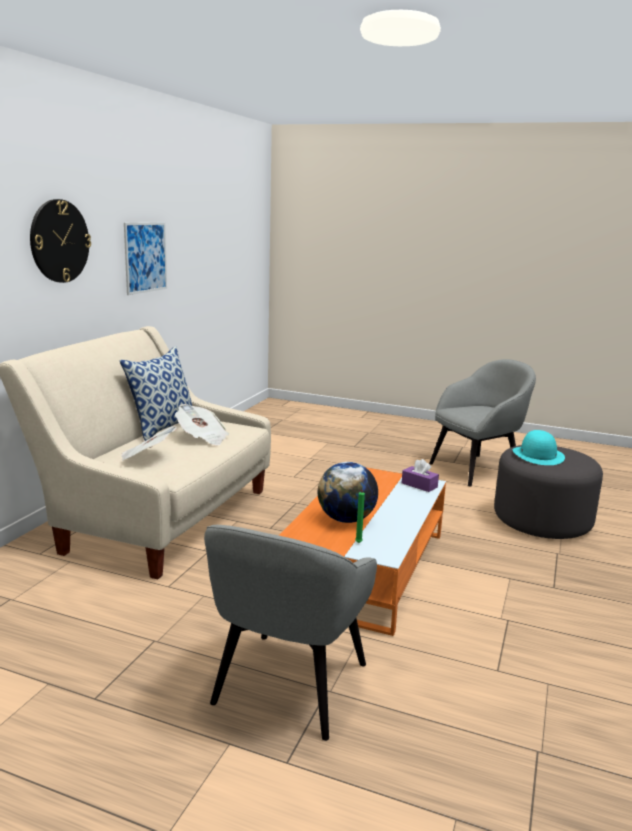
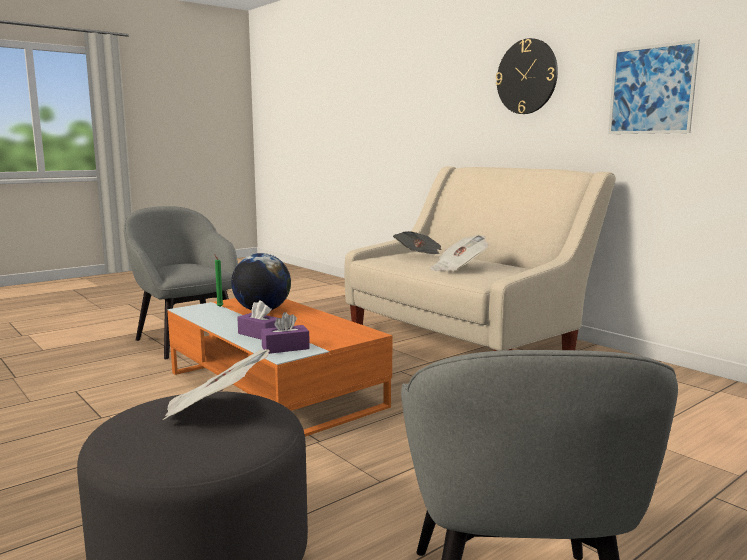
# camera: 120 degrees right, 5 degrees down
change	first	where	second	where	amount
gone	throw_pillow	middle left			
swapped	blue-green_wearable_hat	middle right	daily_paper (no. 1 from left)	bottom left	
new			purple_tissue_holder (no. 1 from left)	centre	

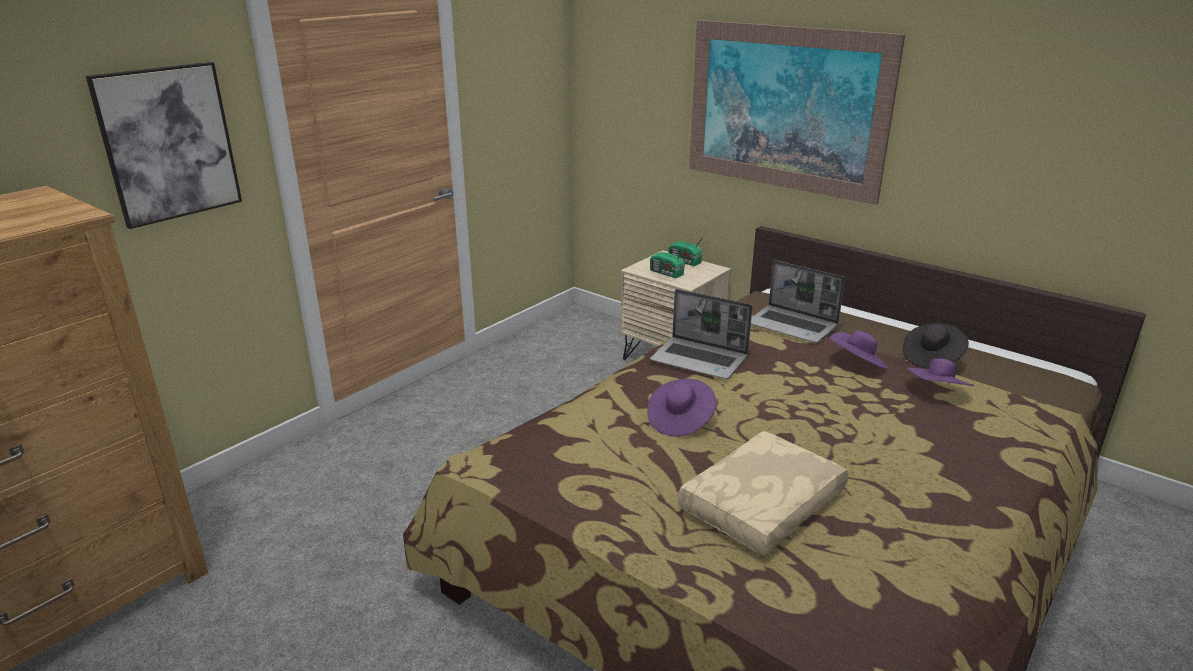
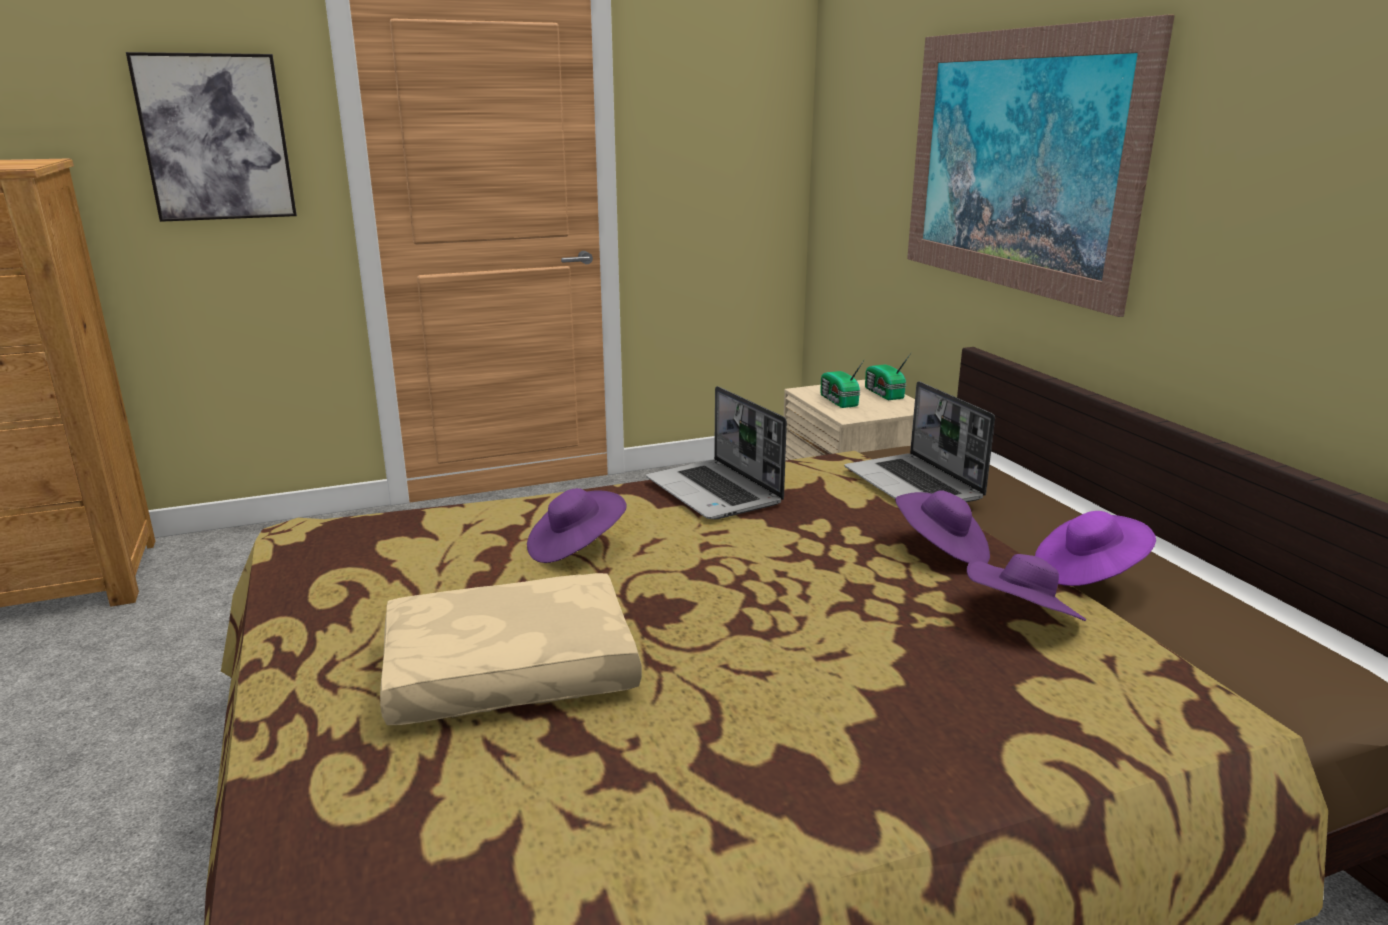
# camera: 30 degrees right, 5 degrees down
change	first	where	second	where	amount
repainted	black-coloured_wearable_hat	middle right	purple_wearable_hat (no. 4 from left)	middle right	

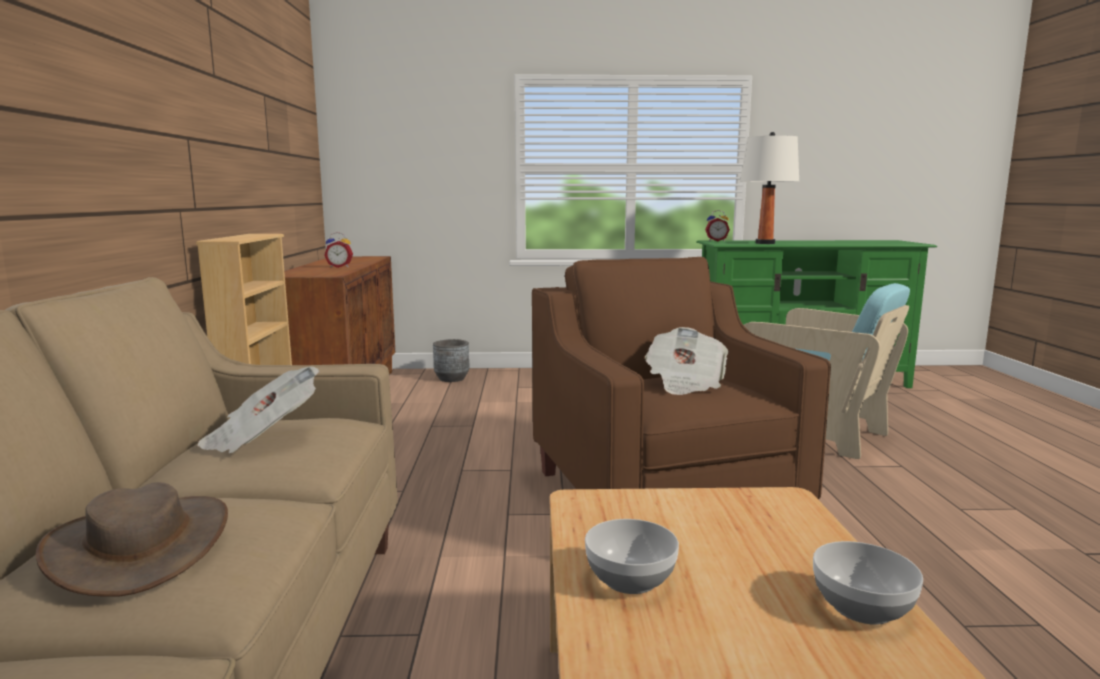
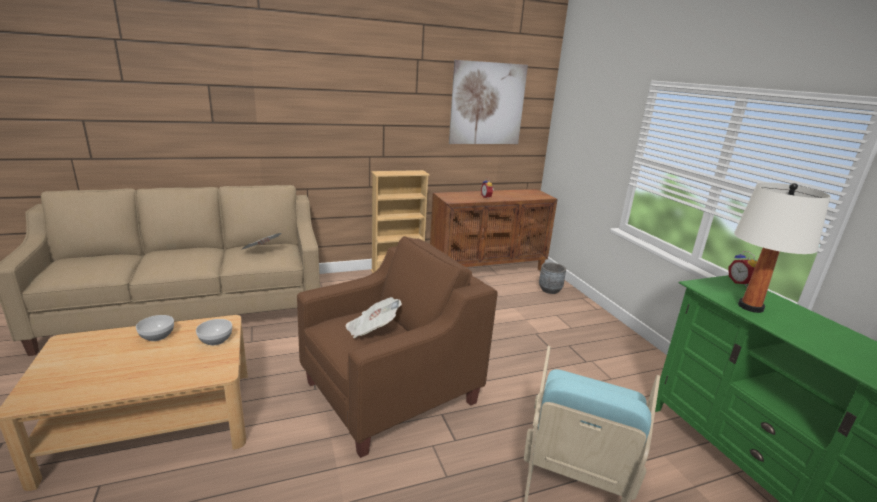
# camera: 70 degrees right, 10 degrees up
change	first	where	second	where	amount
gone	brown-coloured_wearable_hat	bottom left			
shifted	deep_dish (no. 2 from left)	bottom right		middle left	
new			wall_picture	top centre	

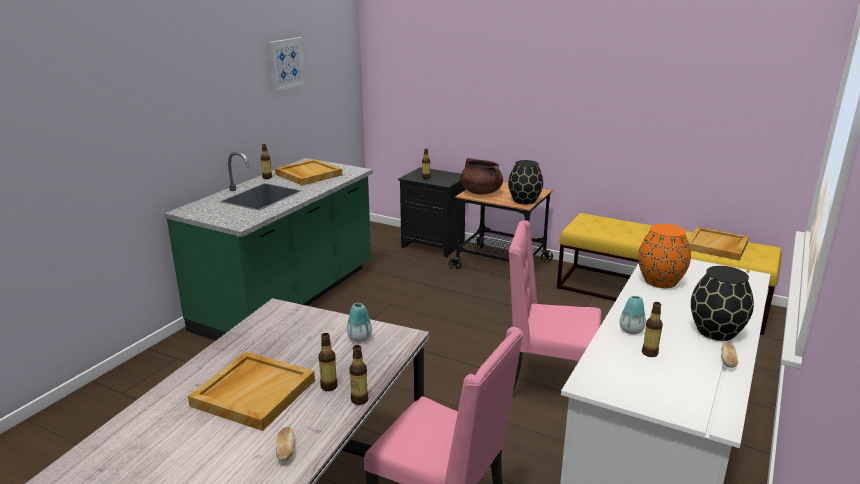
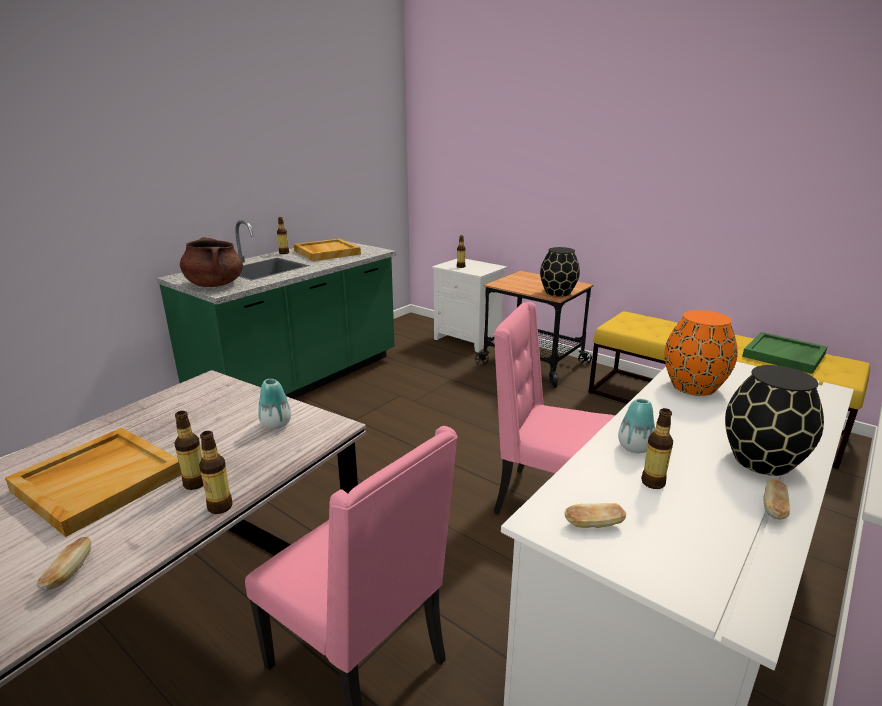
# camera: 10 degrees right, 0 degrees up
change	first	where	second	where	amount
gone	wall_picture	top centre			
repainted	black-coloured_nightstand	centre	whitish_nightstand	centre	
shifted	brown-coloured_saucepot	centre		middle left	
repainted	beige-coloured_tray (no. 3 from left)	middle right	green_tray	middle right	
new			bread (no. 2 from left)	bottom right	

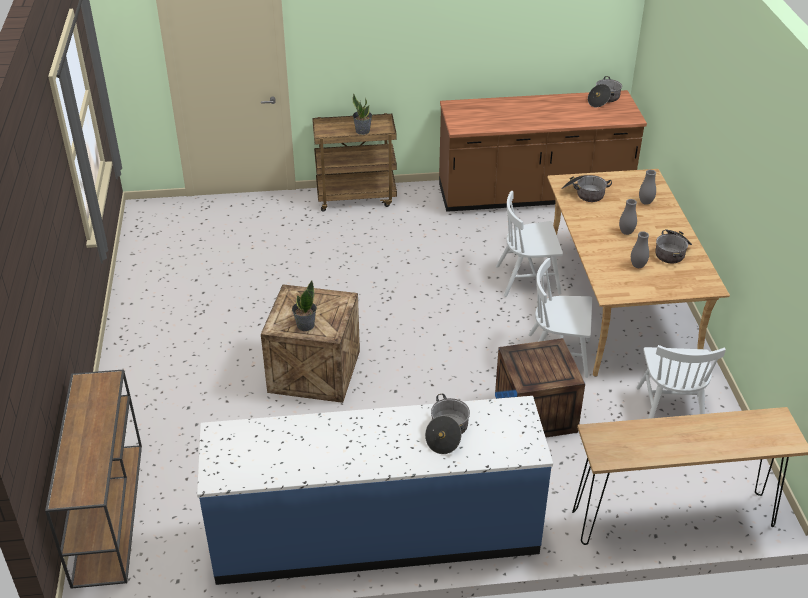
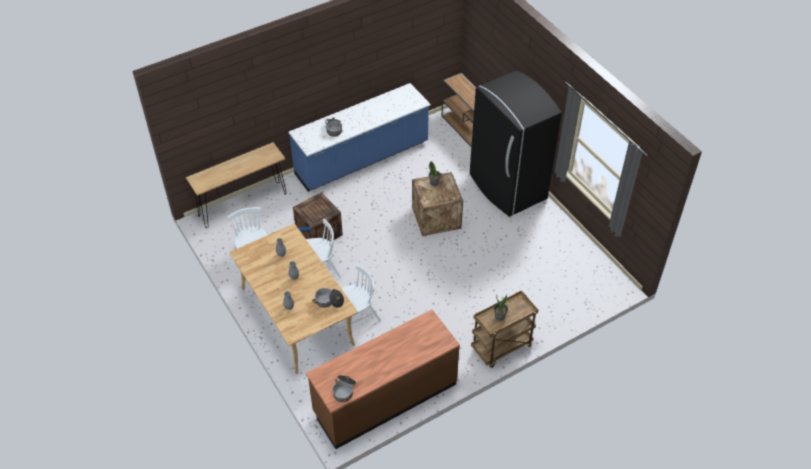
# camera: 155 degrees right, 10 degrees up
change	first	where	second	where	amount
gone	saucepot (no. 4 from left)	middle right			
new			black-coloured_kitchen_fridge	top centre	

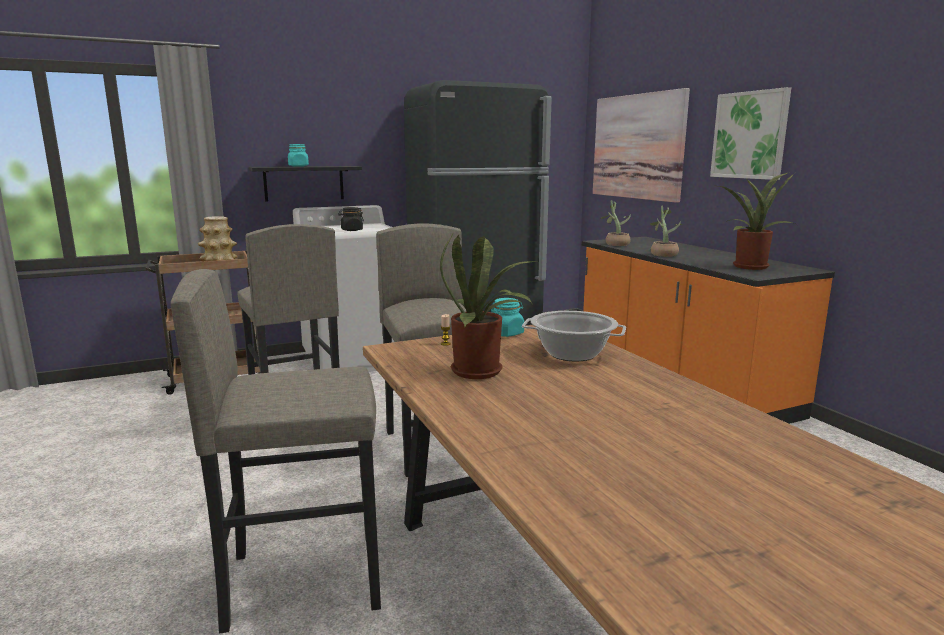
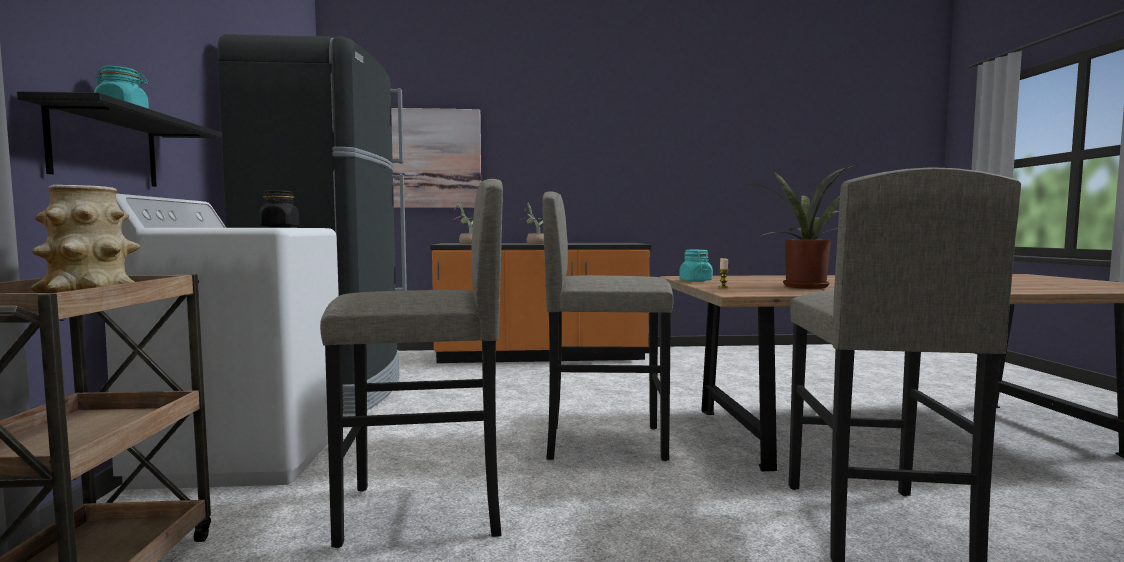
# camera: 70 degrees left, 10 degrees down
change	first	where	second	where	amount
gone	saucepot	centre			
gone	wall_picture (no. 2 from left)	top right			
gone	houseplant (no. 4 from left)	middle right			

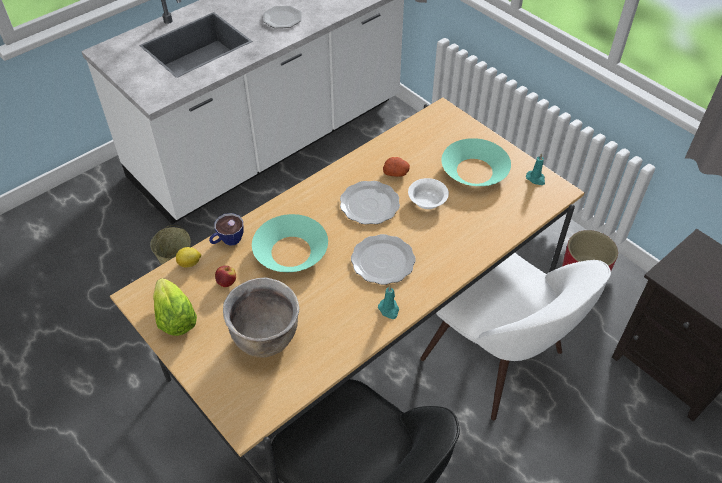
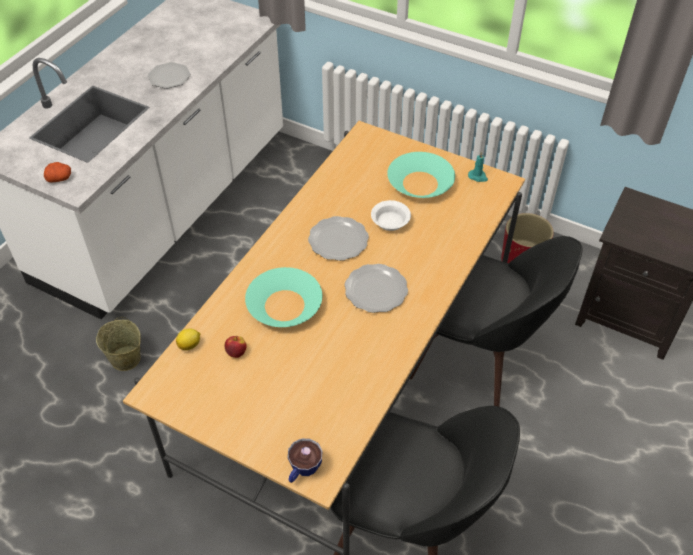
# camera: 20 degrees left, 0 degrees up
change	first	where	second	where	amount
gone	lettuce	middle left			
shifted	small_cup	middle left		bottom centre	
gone	brown-coloured_saucepot	centre			
gone	blue-green_wax_candle (no. 1 from left)	centre			
shifted	whole_potato	centre		top left	
repainted	whitish_chair	bottom right	black-coloured_chair (no. 2 from left)	middle right	

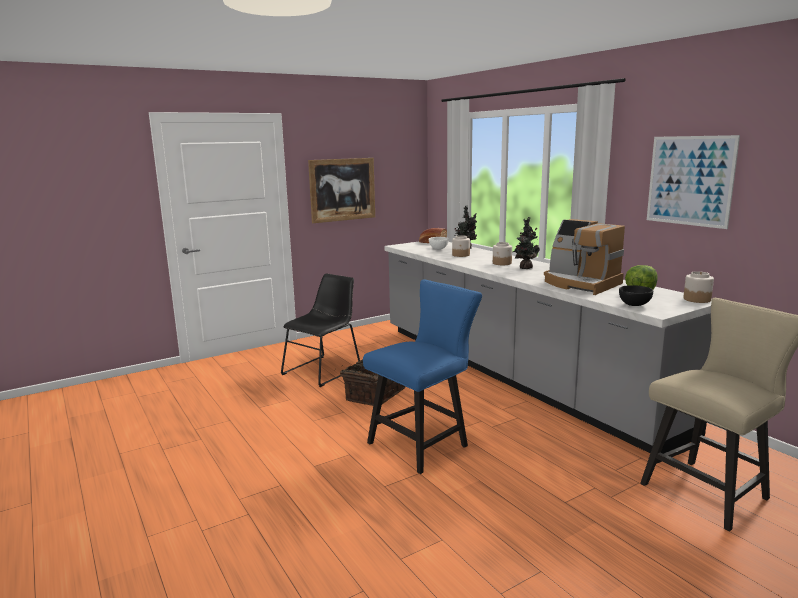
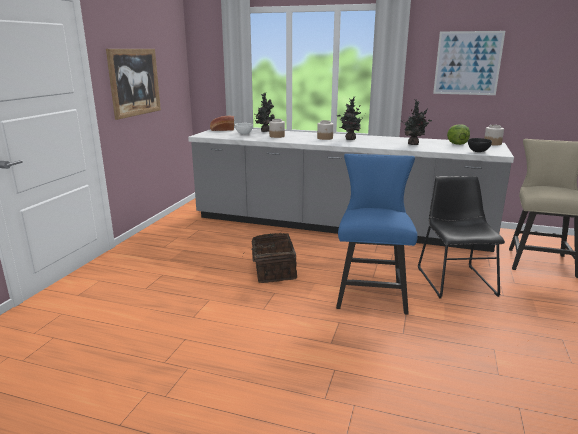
# camera: 40 degrees left, 5 degrees up
change	first	where	second	where	amount
shifted	black-coloured_chair	centre		middle right	
swapped	coffee_brewer	middle right	houseplant (no. 3 from left)	top right	

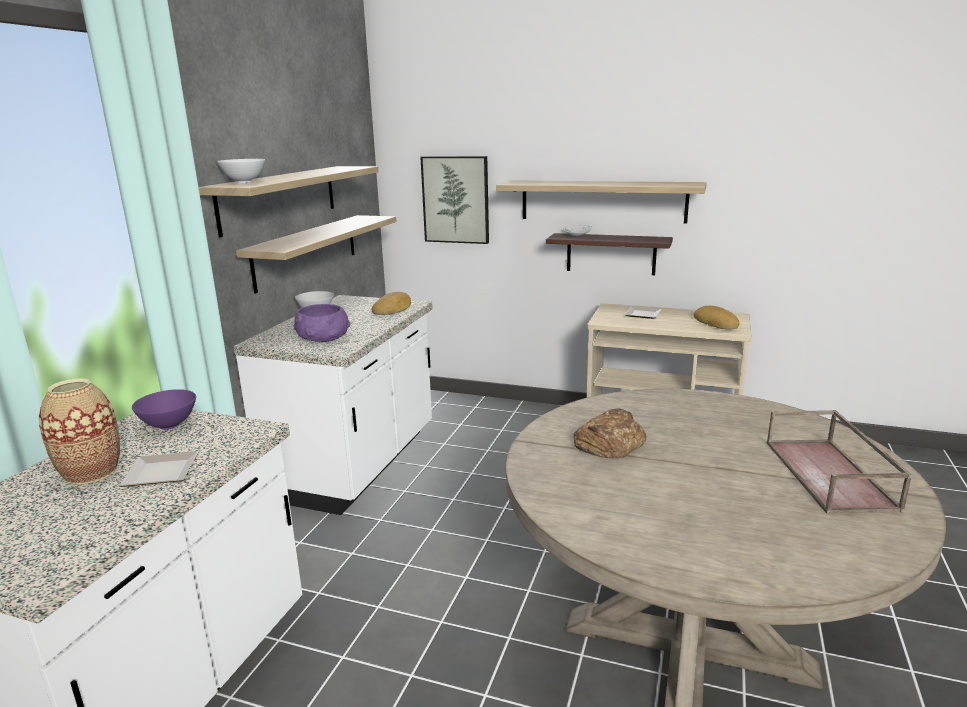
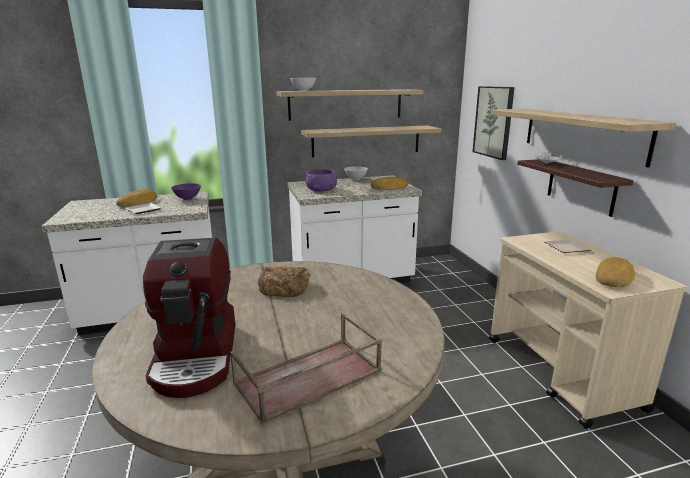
# camera: 55 degrees right, 0 degrees up
change	first	where	second	where	amount
swapped	flower_vase	middle left	bread (no. 1 from left)	middle left	
new			coffee_brewer	middle left	

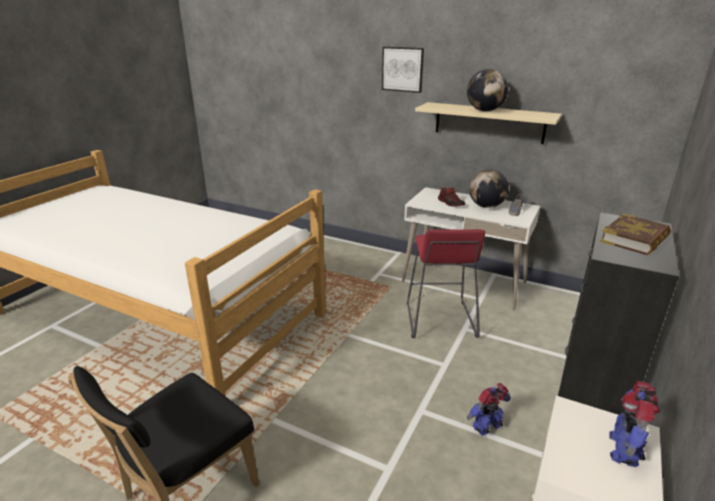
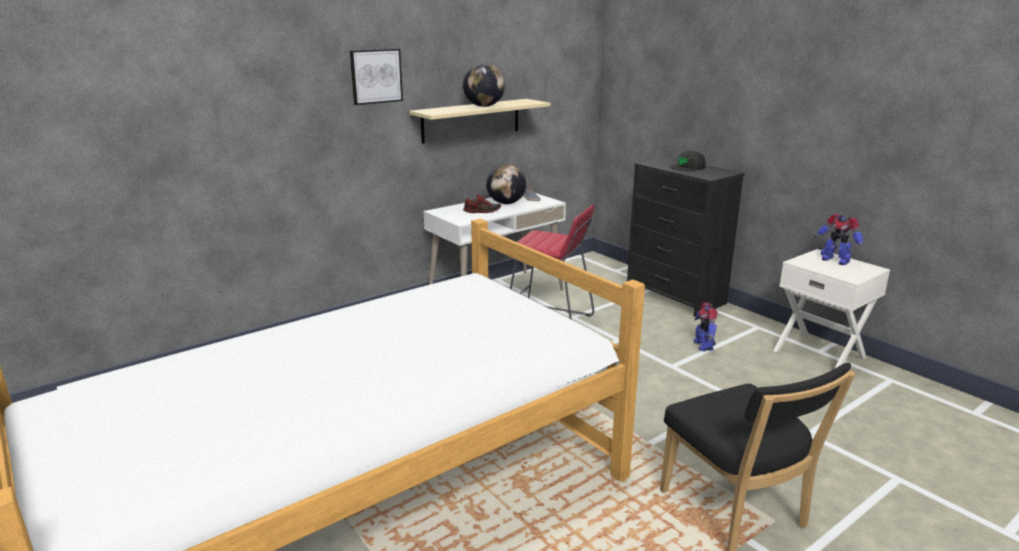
# camera: 65 degrees left, 5 degrees down
change	first	where	second	where	amount
swapped	bound_book	middle right	black-coloured_baseball_cap	top right	

